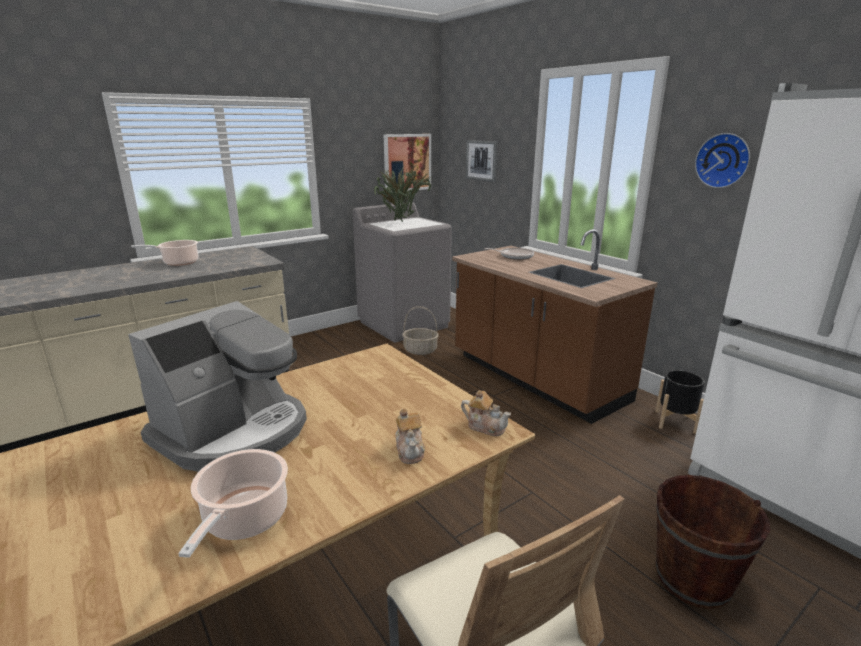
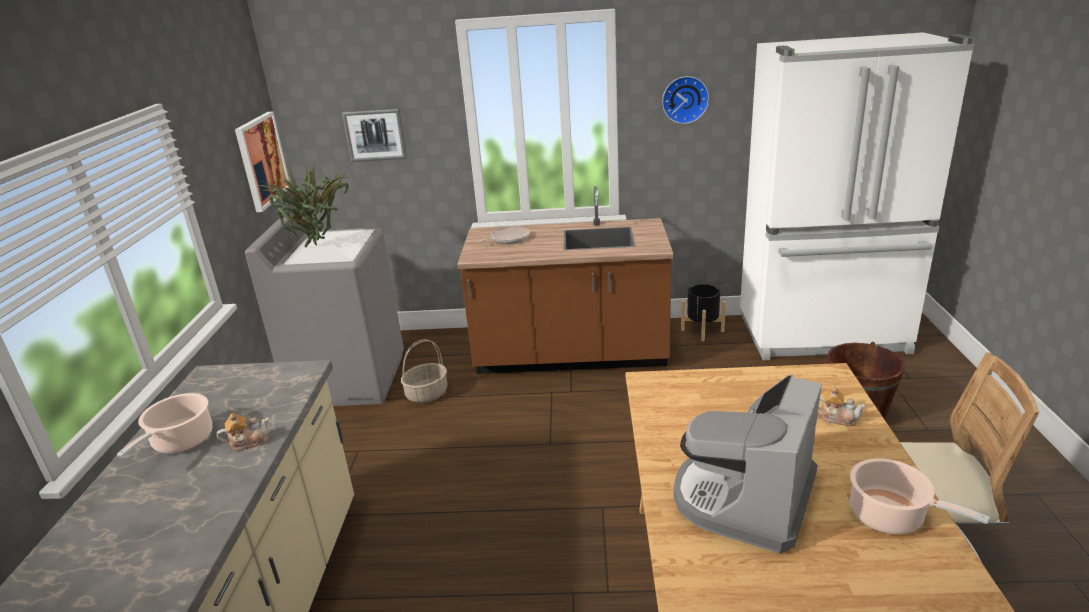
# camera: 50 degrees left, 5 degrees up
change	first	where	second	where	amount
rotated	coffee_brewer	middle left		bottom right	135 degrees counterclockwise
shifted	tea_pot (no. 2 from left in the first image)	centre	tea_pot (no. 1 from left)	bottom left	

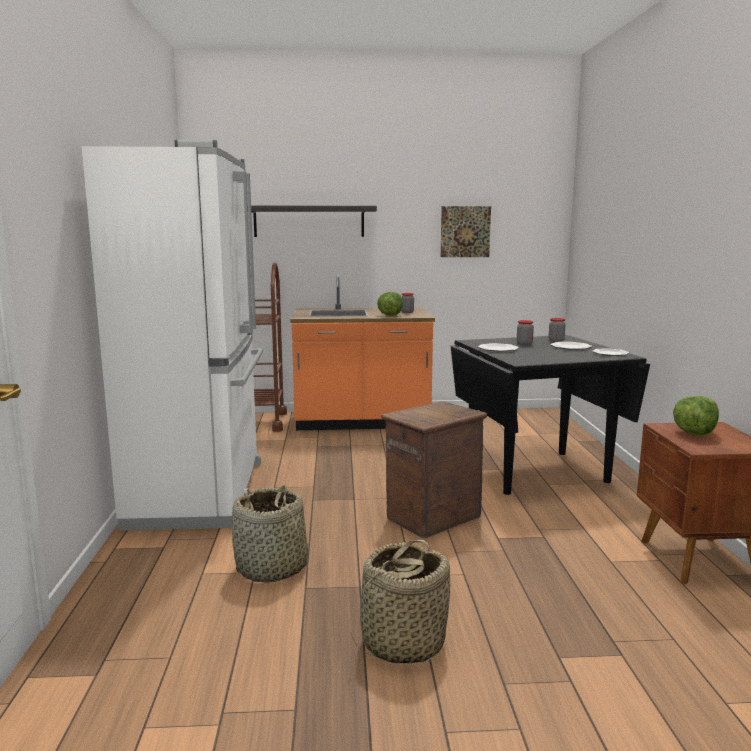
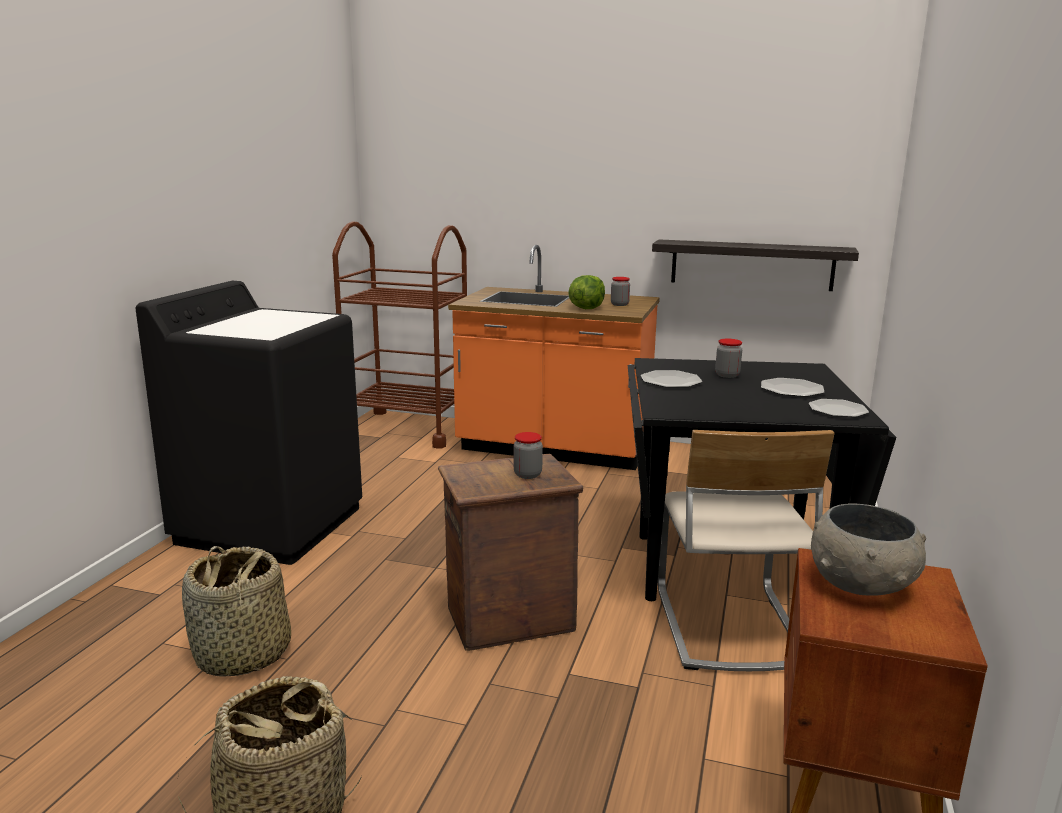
# camera: 20 degrees right, 5 degrees up
change	first	where	second	where	amount
swapped	whitish_kitchen_fridge	middle left	black-coloured_laundry_machine	middle left	
shifted	wall_shelf	top centre		top right	
gone	wall_picture	top centre			
shifted	storage_jar (no. 3 from left in the first image)	middle right	storage_jar (no. 1 from left)	centre	
swapped	lettuce (no. 2 from left)	middle right	greyish_deep_dish	bottom right	
new			beige-coloured_chair	bottom right	

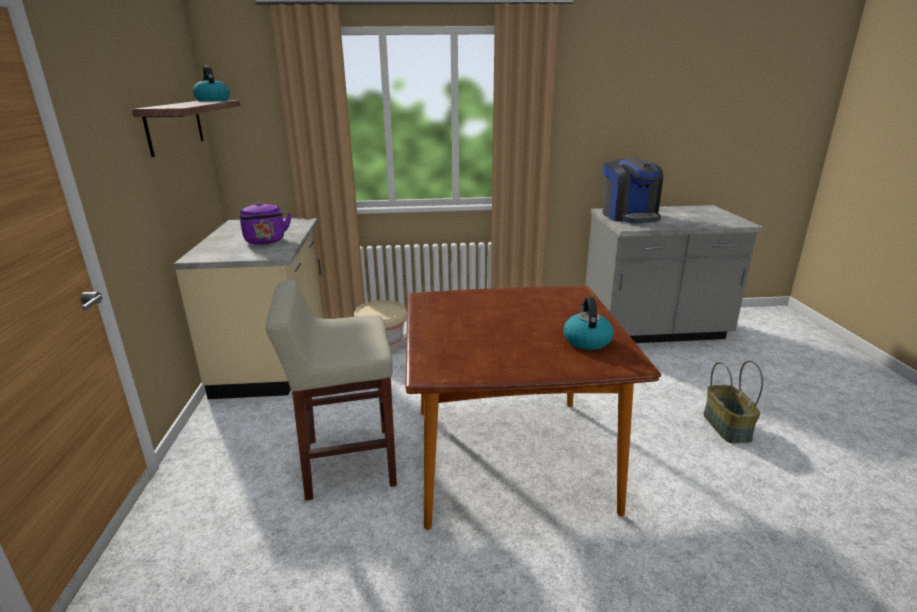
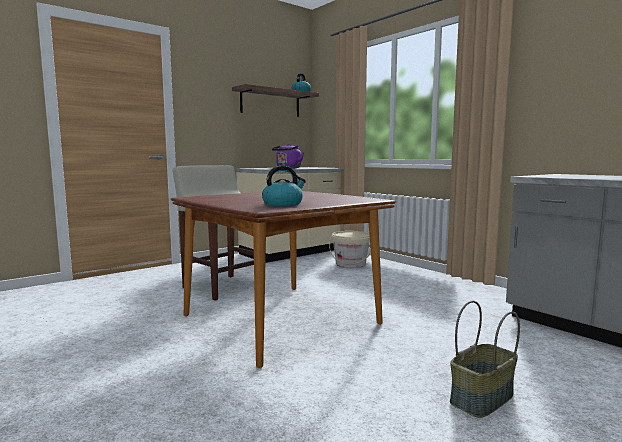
# camera: 55 degrees right, 15 degrees down
change	first	where	second	where	amount
gone	coffee_brewer	top right			

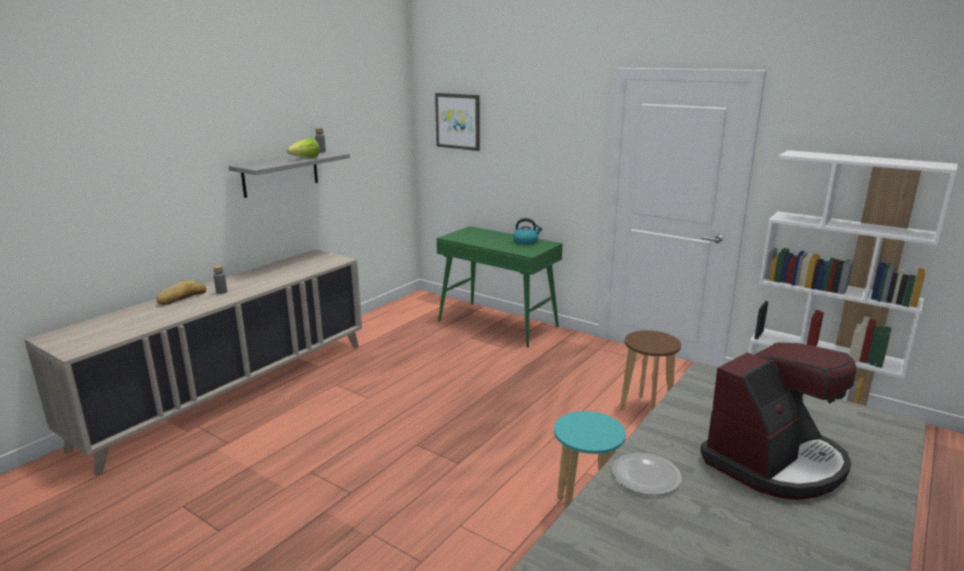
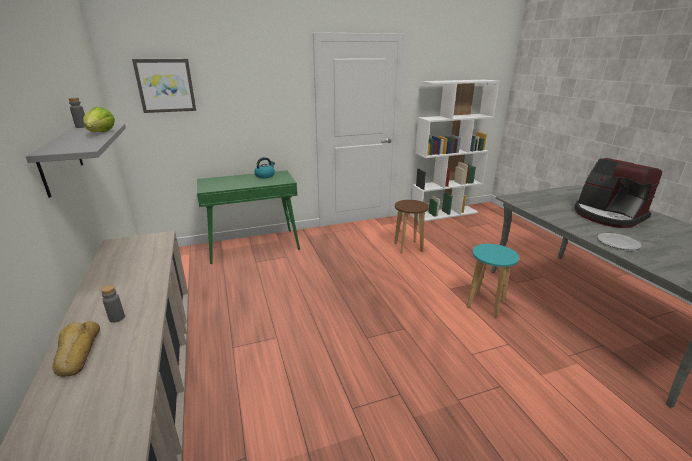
# camera: 55 degrees left, 5 degrees up
change	first	where	second	where	amount
rotated	coffee_brewer	bottom right		middle right	150 degrees clockwise

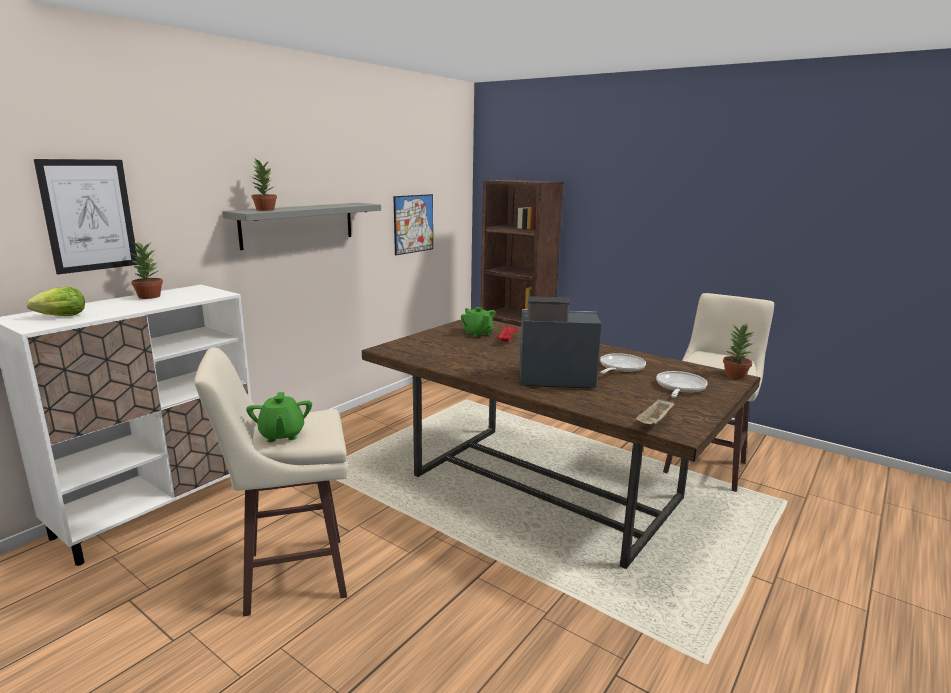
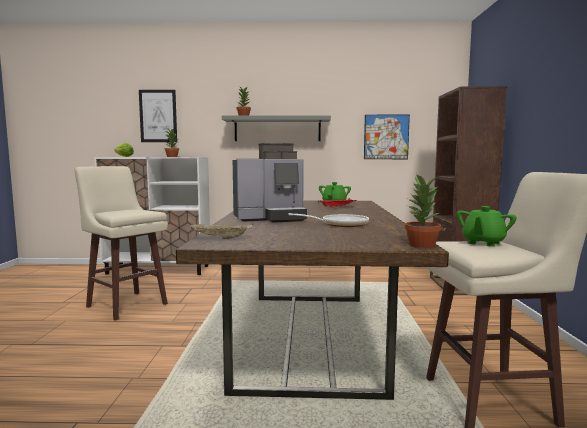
# camera: 55 degrees right, 10 degrees down
change	first	where	second	where	amount
shifted	green_tea_pot (no. 1 from left in the first image)	middle left	green_tea_pot (no. 2 from left)	middle right	
rotated	coffee_brewer	centre		centre	105 degrees clockwise
gone	pan (no. 2 from left)	middle right			

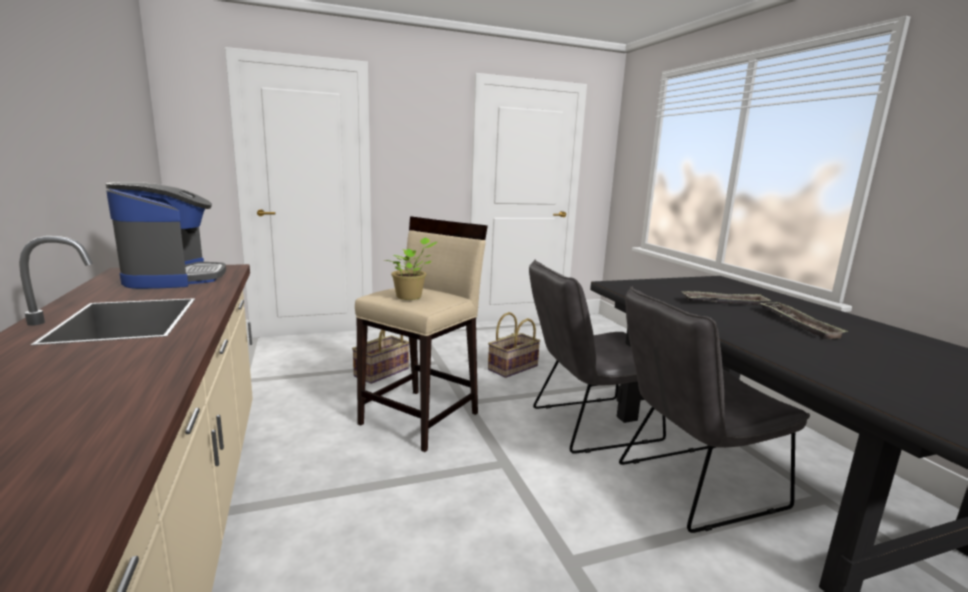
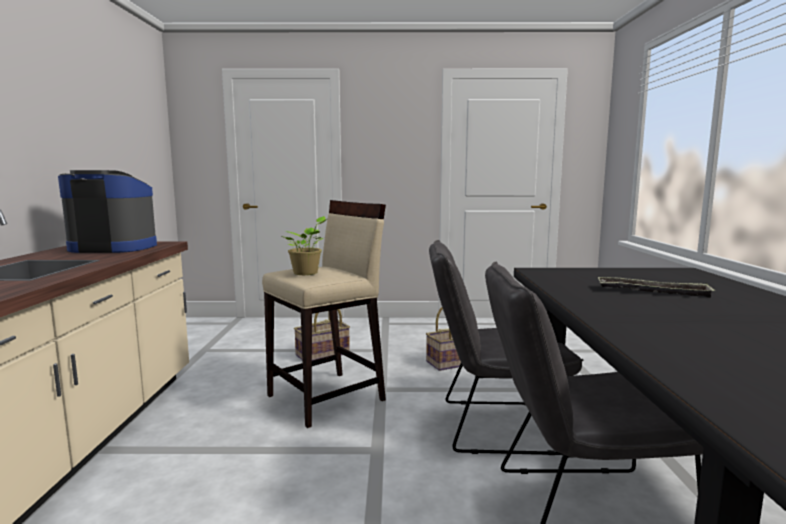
# camera: 20 degrees right, 5 degrees down
change	first	where	second	where	amount
rotated	coffee_brewer	middle left		middle left	90 degrees counterclockwise
gone	tray (no. 2 from left)	middle right			

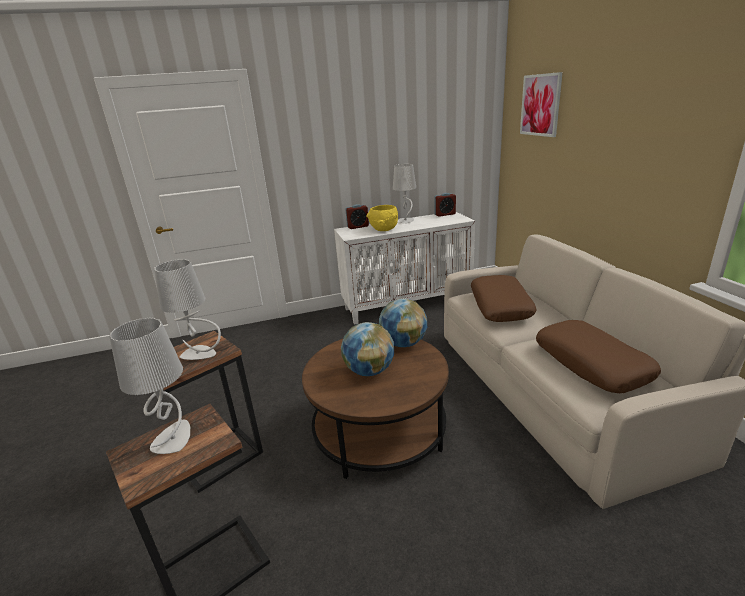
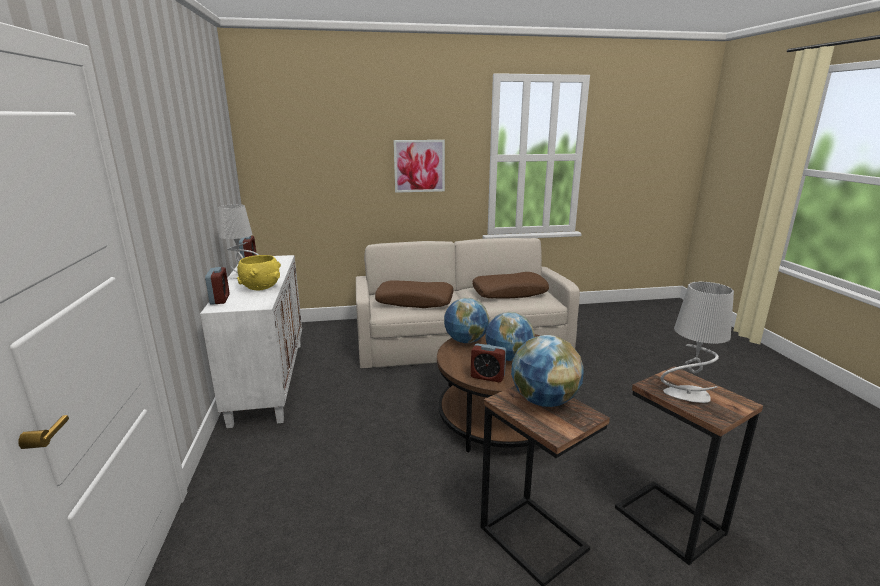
# camera: 85 degrees left, 5 degrees down
change	first	where	second	where	amount
swapped	greyish_table_lamp (no. 2 from left)	middle left	world_globe (no. 3 from left)	centre	
shifted	wall_picture	top right		top centre	
new			bedside_clock (no. 3 from left)	centre	

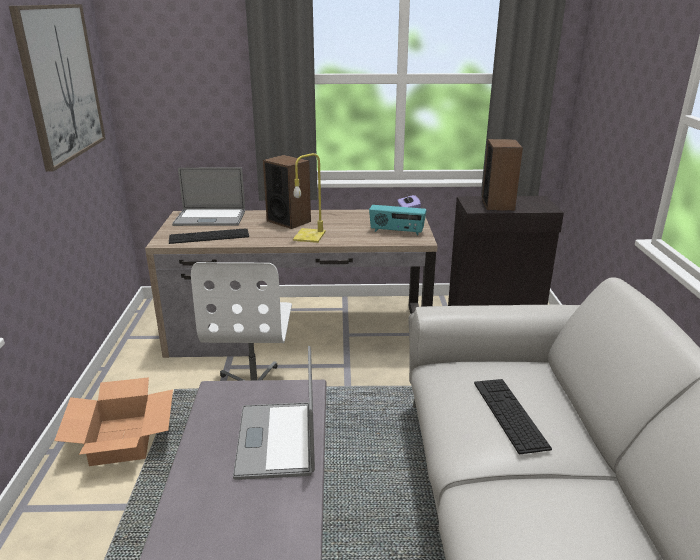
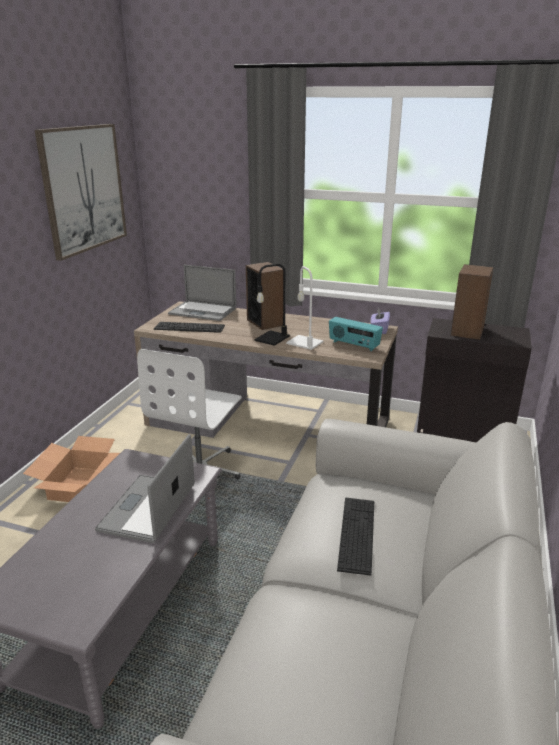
# camera: 20 degrees right, 0 degrees up
change	first	where	second	where	amount
repainted	yellowish_table_lamp	centre	black-coloured_table_lamp	centre	
new			whitish_table_lamp	centre	

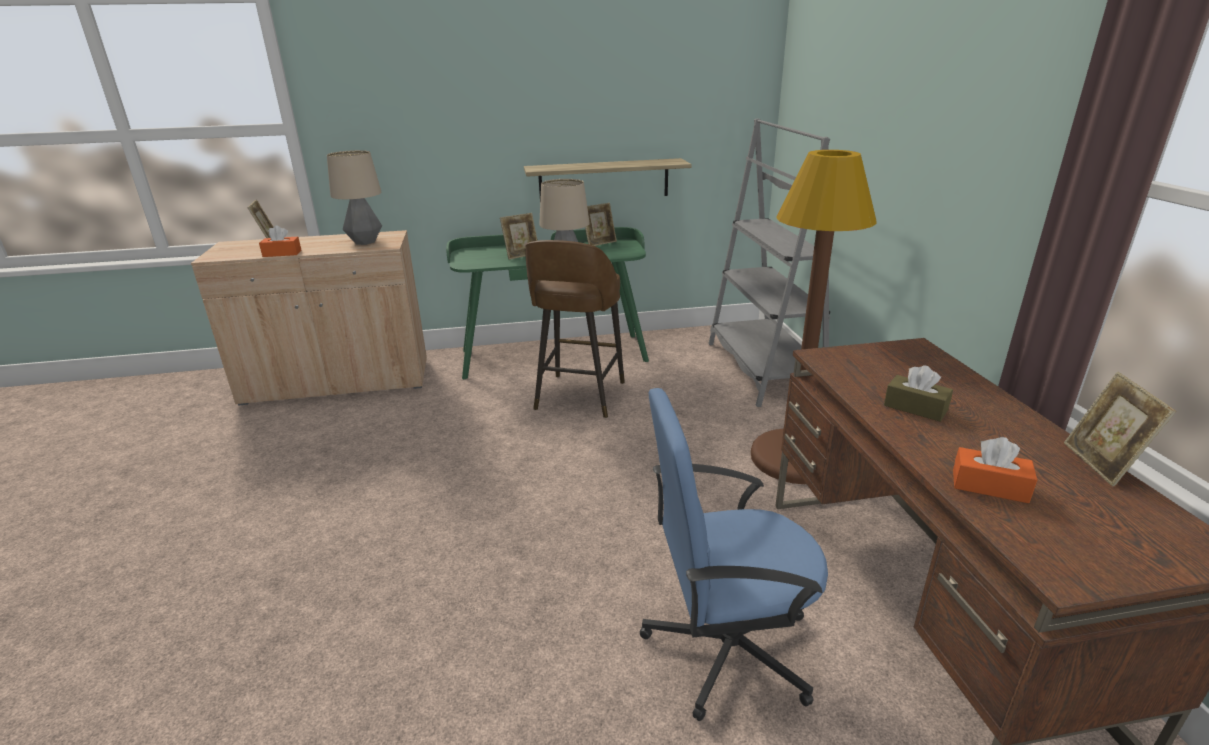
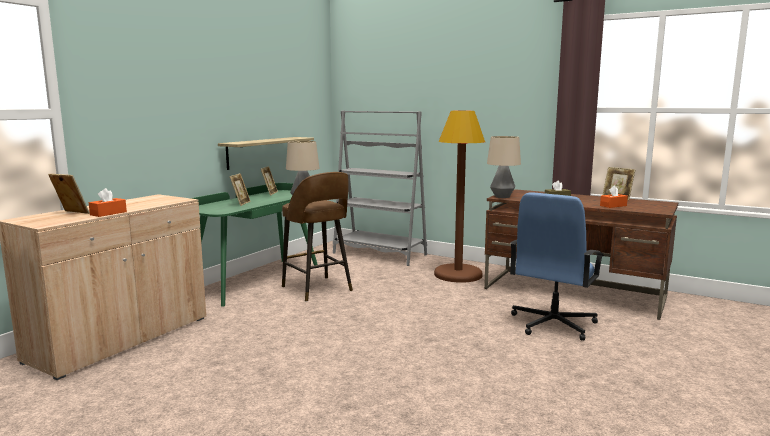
# camera: 50 degrees left, 15 degrees down
change	first	where	second	where	amount
shifted	table_lamp (no. 1 from left in the first image)	top left	table_lamp (no. 2 from left)	centre	

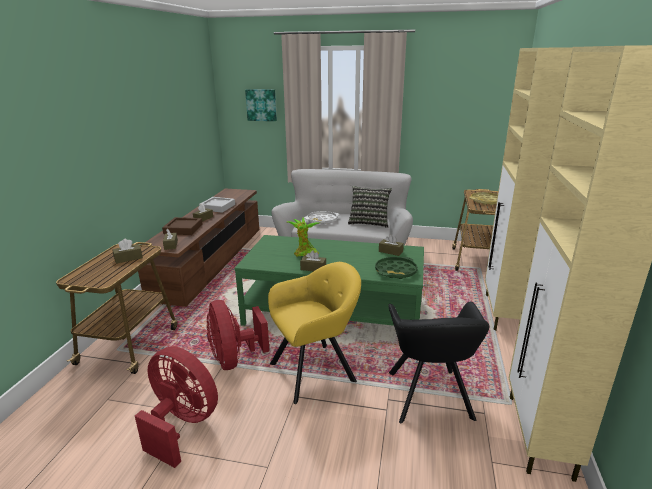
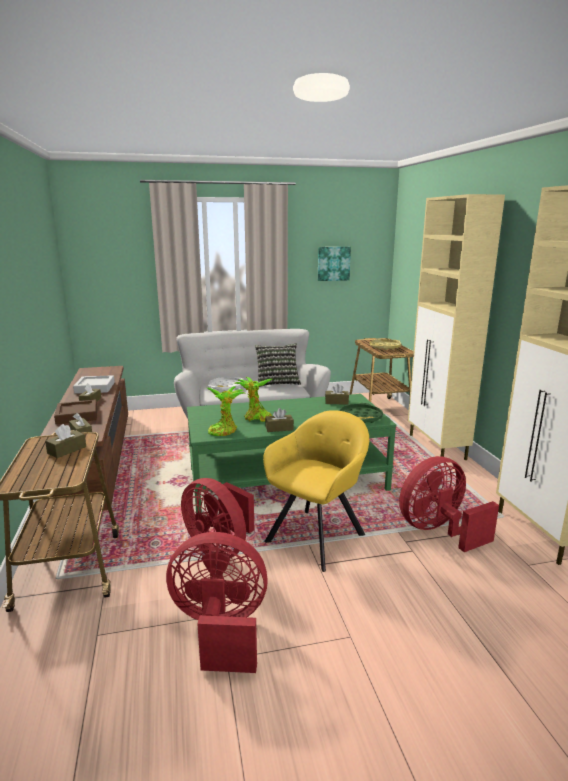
# camera: 25 degrees left, 5 degrees down
change	first	where	second	where	amount
shifted	wall_picture	top centre		centre	
swapped	black-coloured_lounge_chair	bottom right	reddish_fan (no. 3 from left)	middle right	
new			houseplant (no. 1 from left)	centre	

